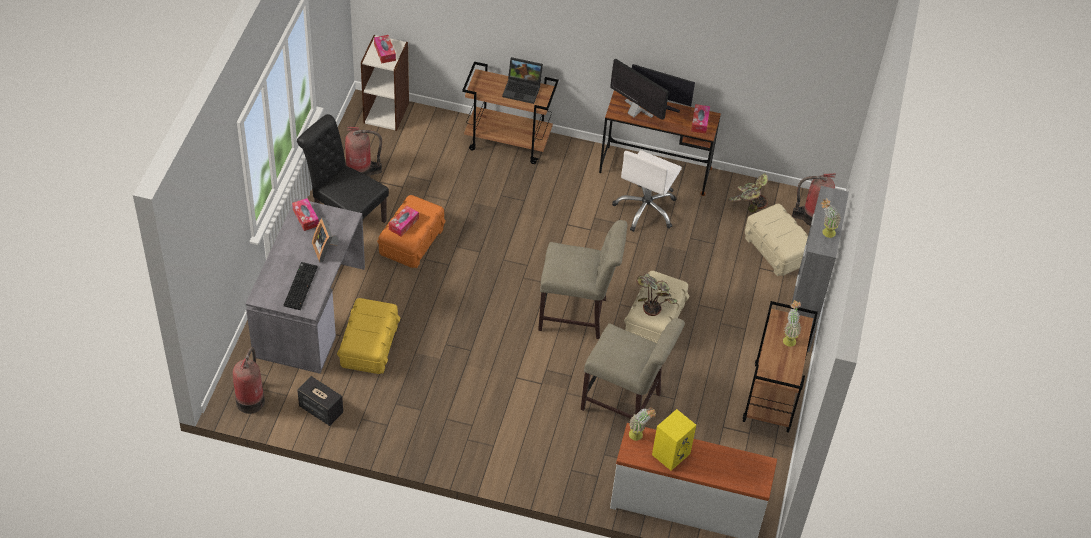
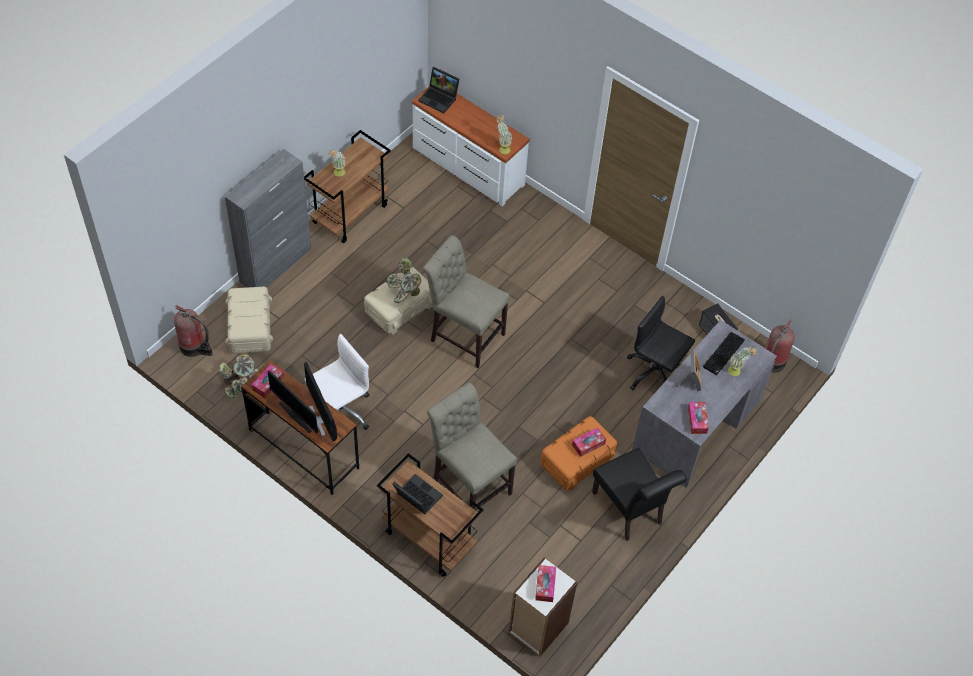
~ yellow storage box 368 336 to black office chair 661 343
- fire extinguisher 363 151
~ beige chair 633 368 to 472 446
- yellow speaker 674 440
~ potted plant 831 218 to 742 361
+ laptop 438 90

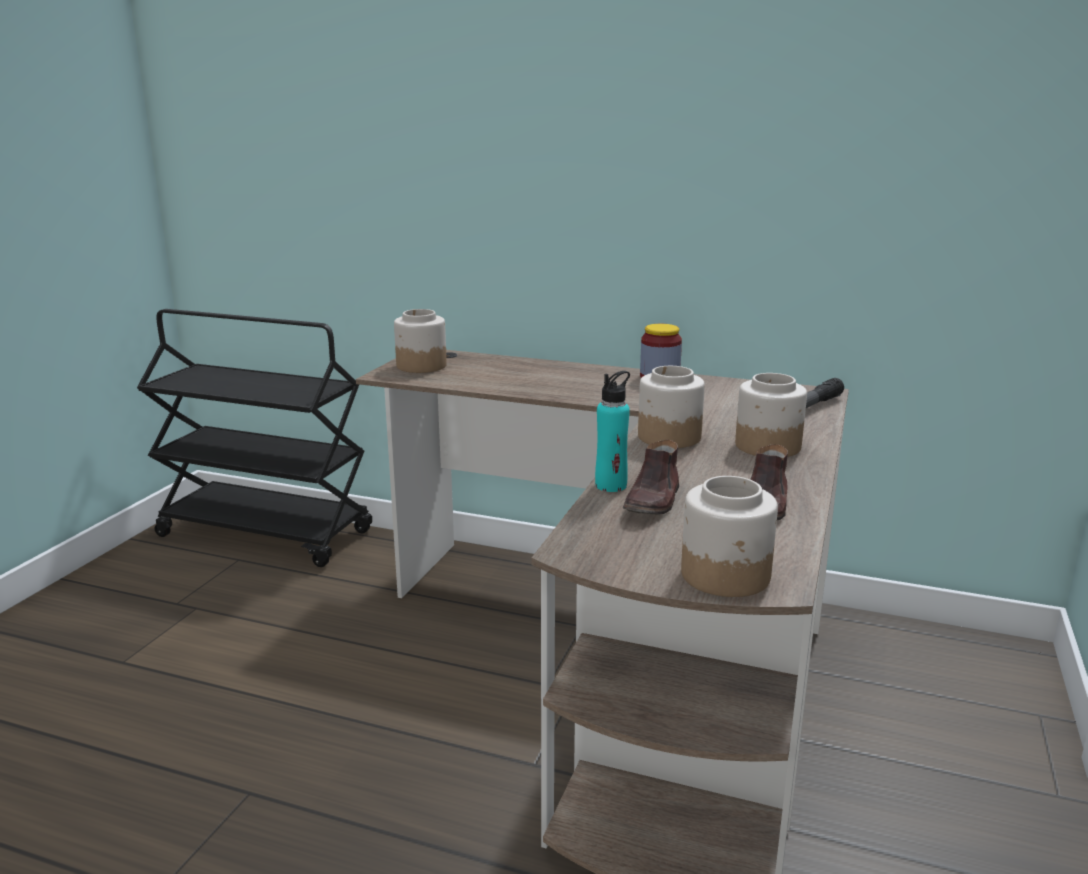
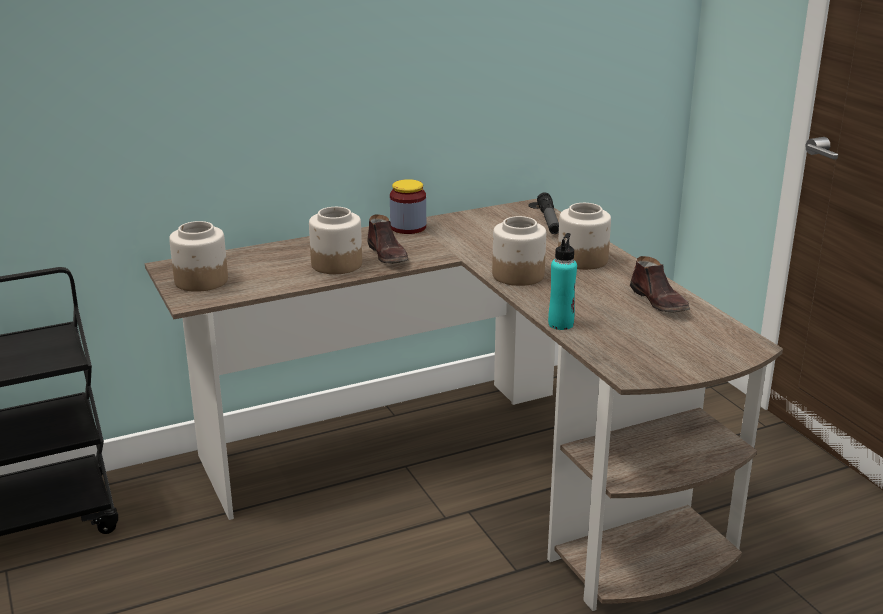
~ brown shoe 651 477 to 387 239
~ jar 729 536 to 335 240

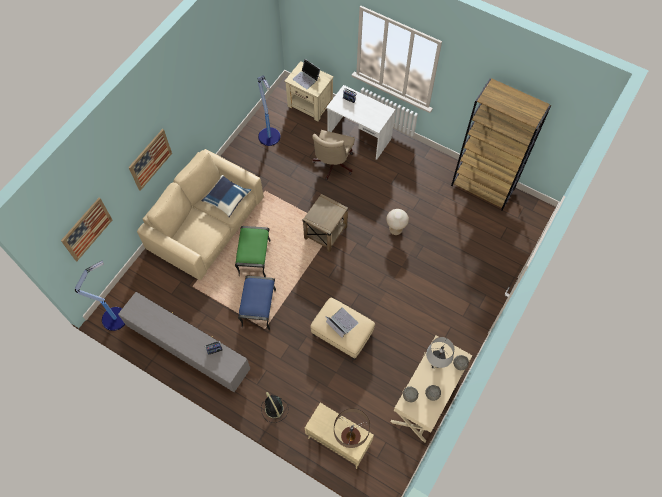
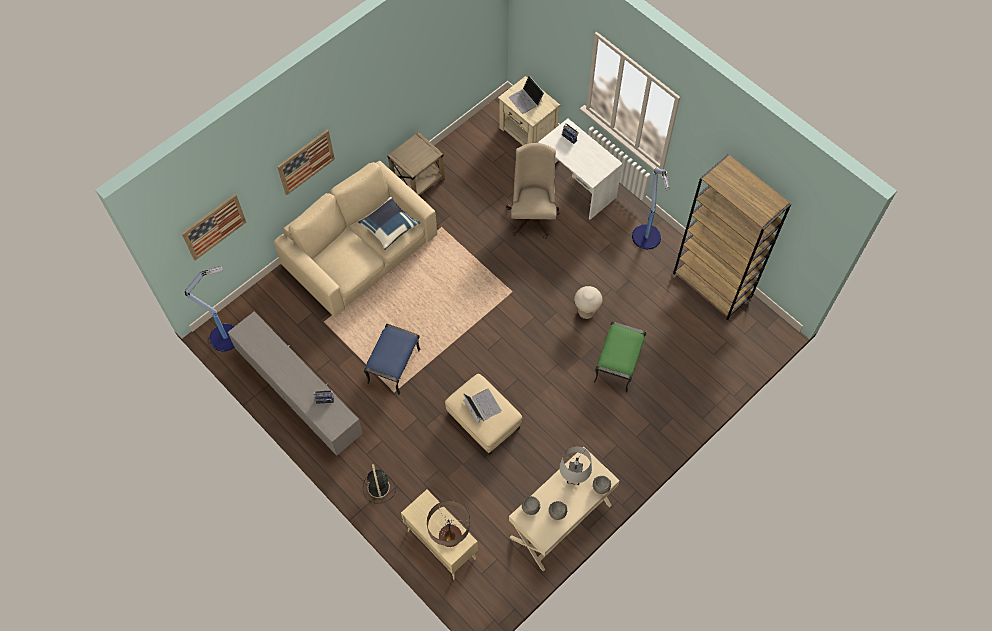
~ green ottoman 252 251 to 620 357
~ floor lamp 269 110 to 651 208
~ beige side table 325 223 to 416 164
~ beige office chair 333 155 = 532 191 150 degrees clockwise

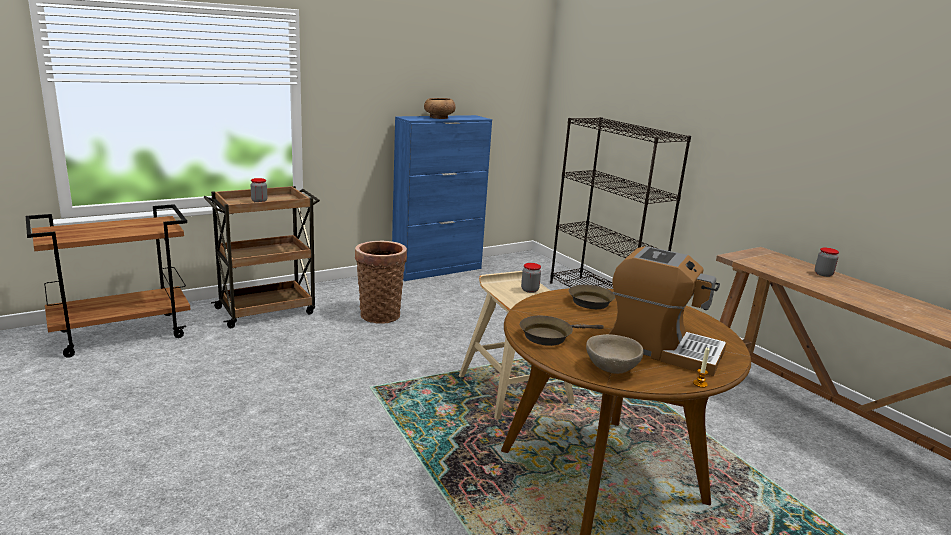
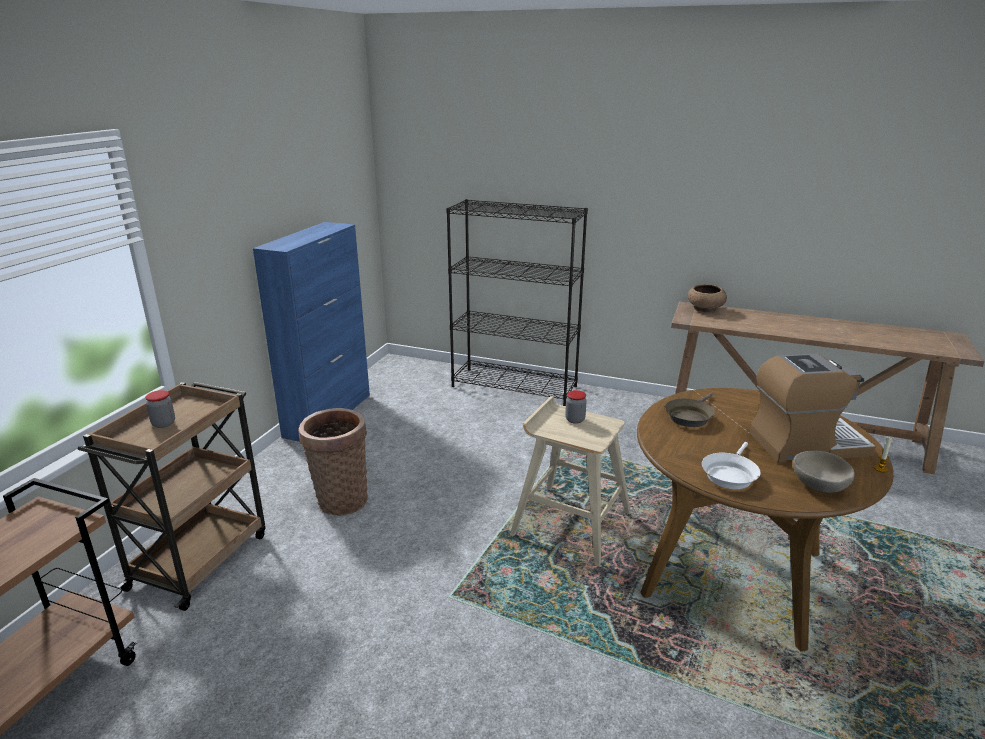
~ brown bowl 440 108 to 707 298
~ brown frying pan 562 331 to white frying pan 731 465
- jar 827 262

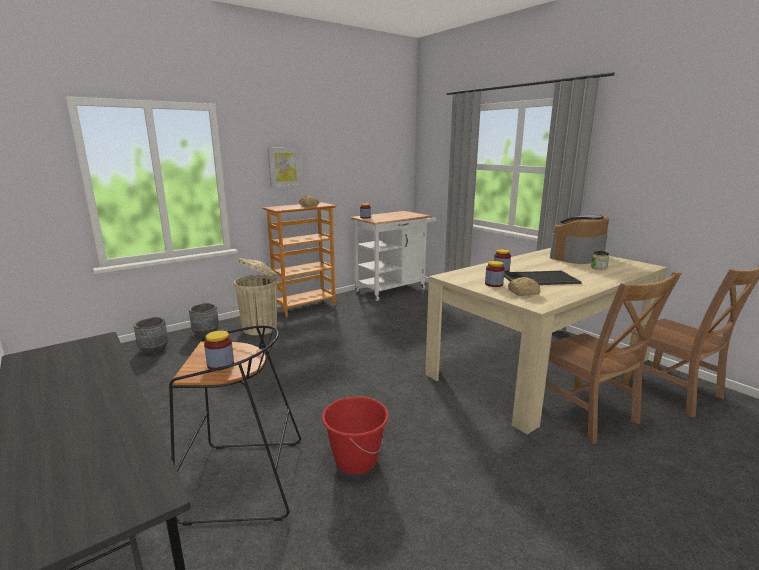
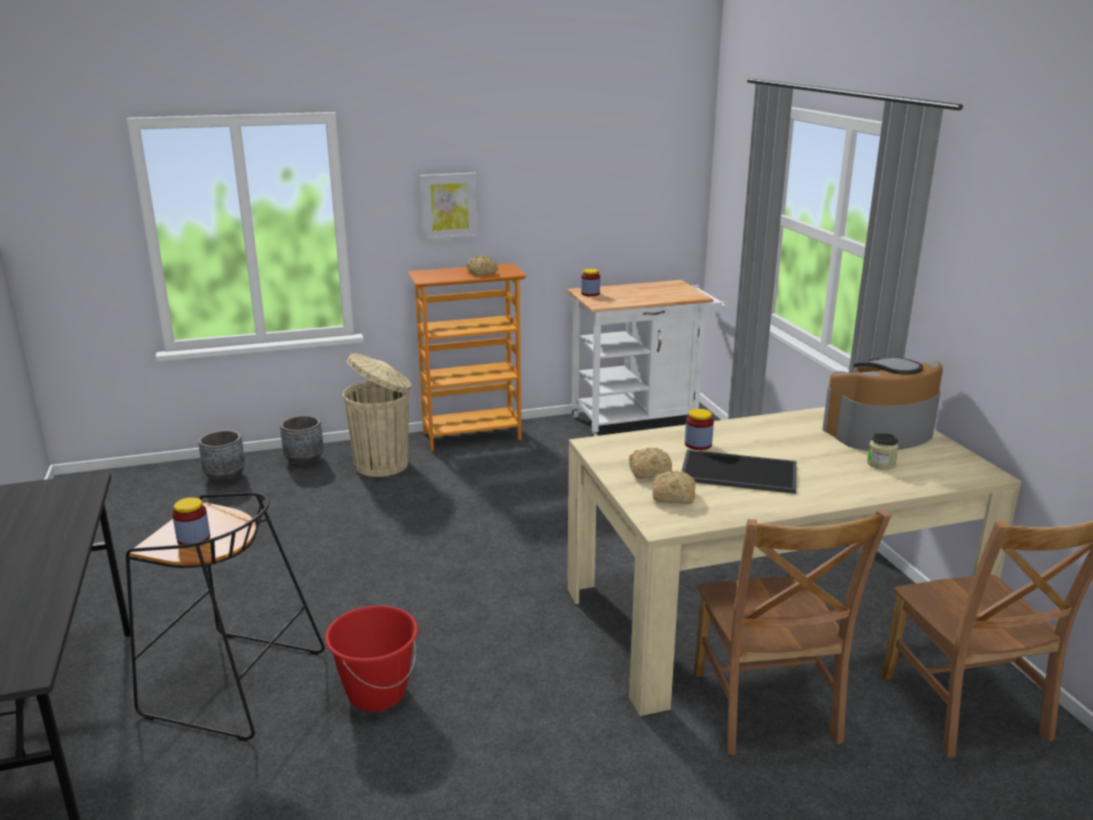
~ jar 495 274 to bread 650 463

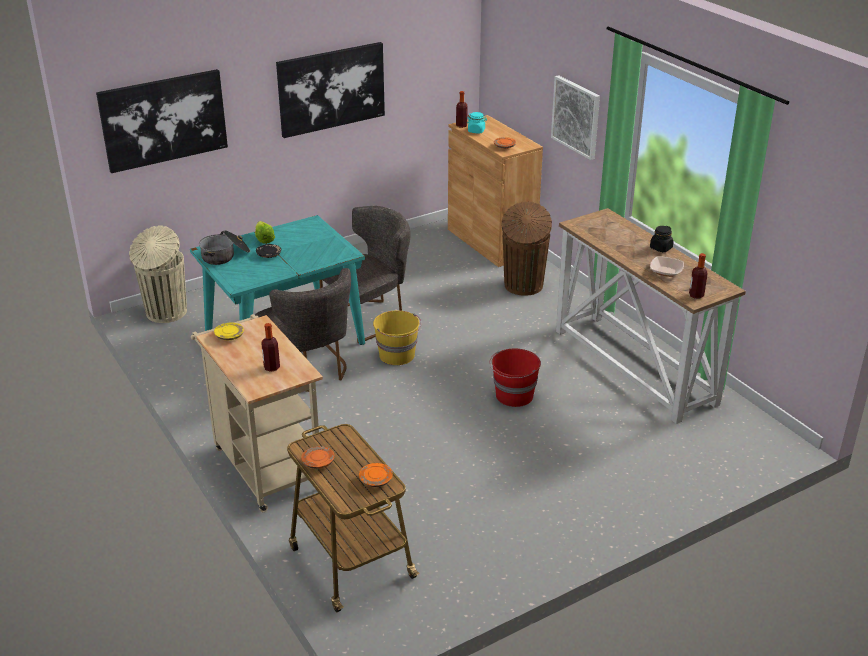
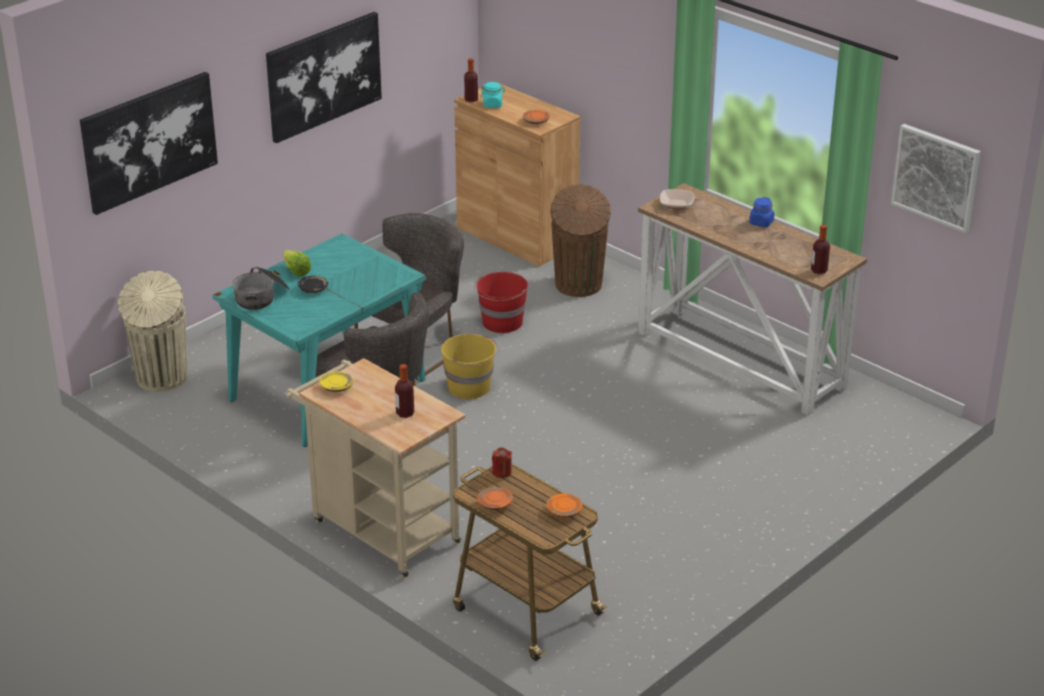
~ red bucket 515 378 to 501 302
~ picture 575 117 to 936 178
~ black jar 662 239 to blue jar 761 212
~ bowl 667 267 to 677 199
+ red candle 502 462

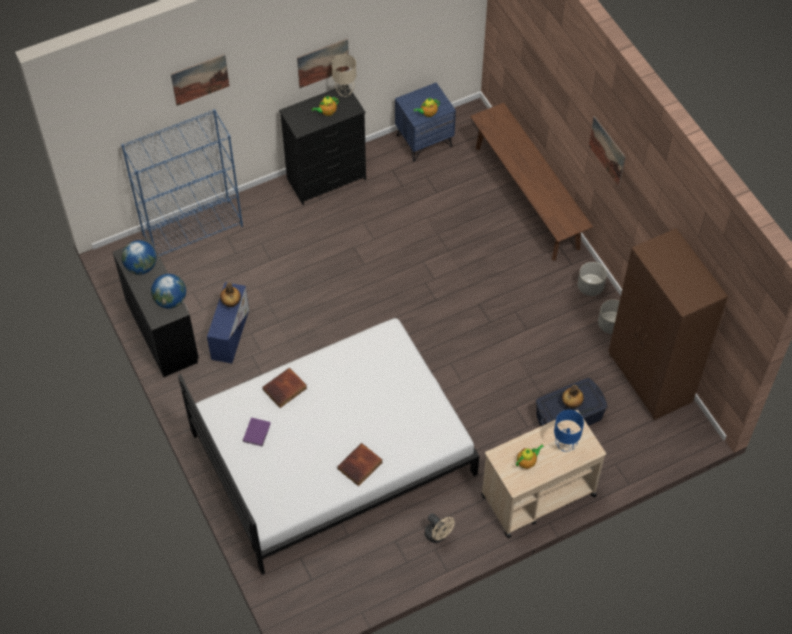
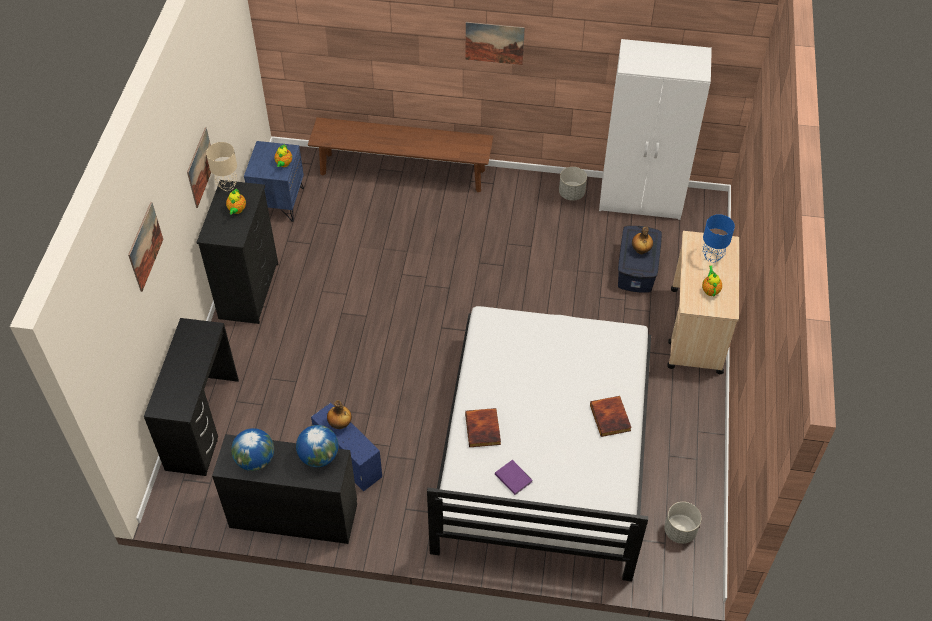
~ blue bookcase 182 182 to black desk 191 397
- beige fan 440 528
~ grey planter 592 279 to 682 523
~ brown wardrobe 668 324 to white wardrobe 655 129

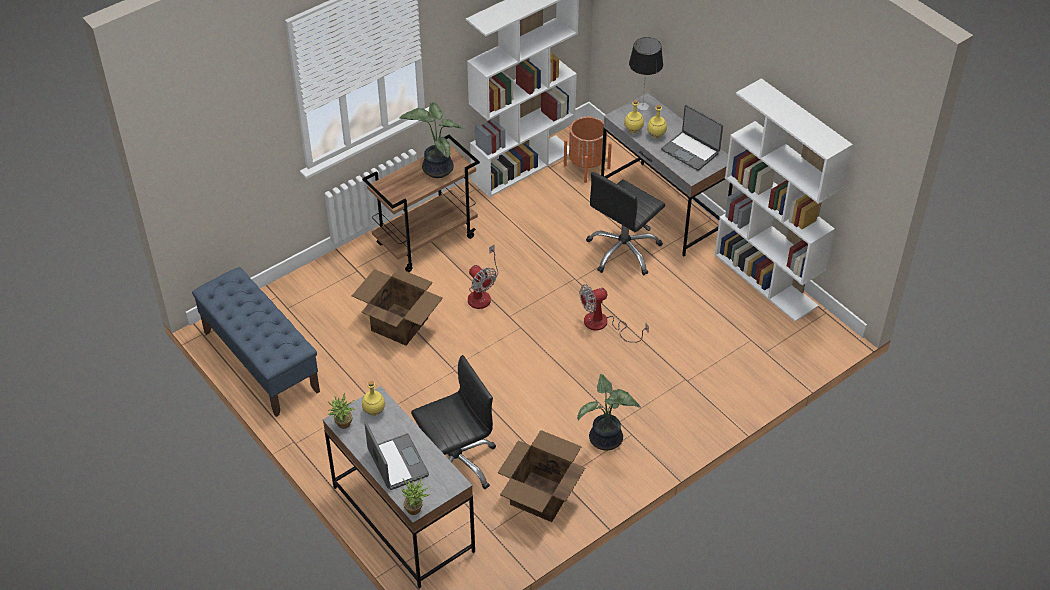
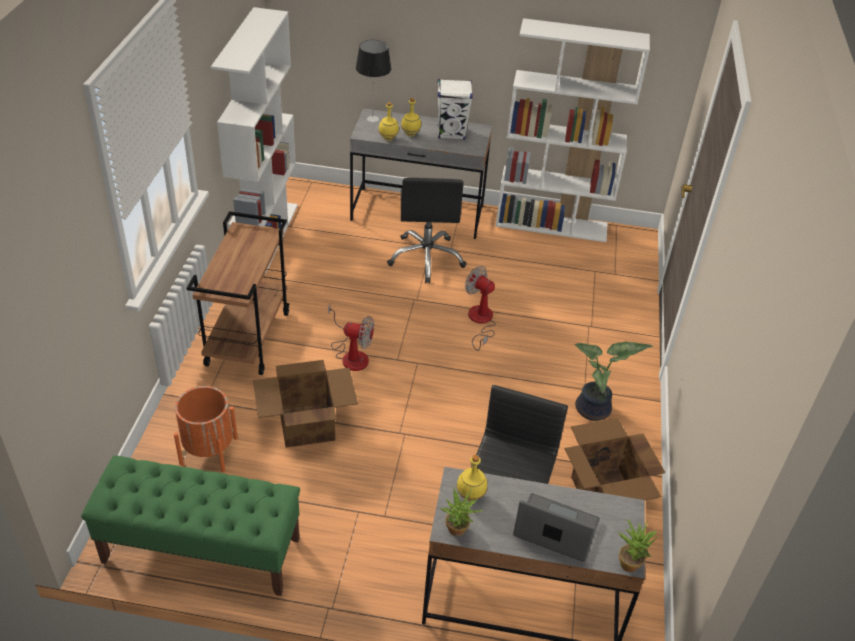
~ blue bench 256 342 to green bench 190 525
- potted plant 431 140
~ orange planter 588 150 to 206 429
~ fan 614 313 = 480 308 105 degrees clockwise
~ laptop 692 137 to white speaker 455 109

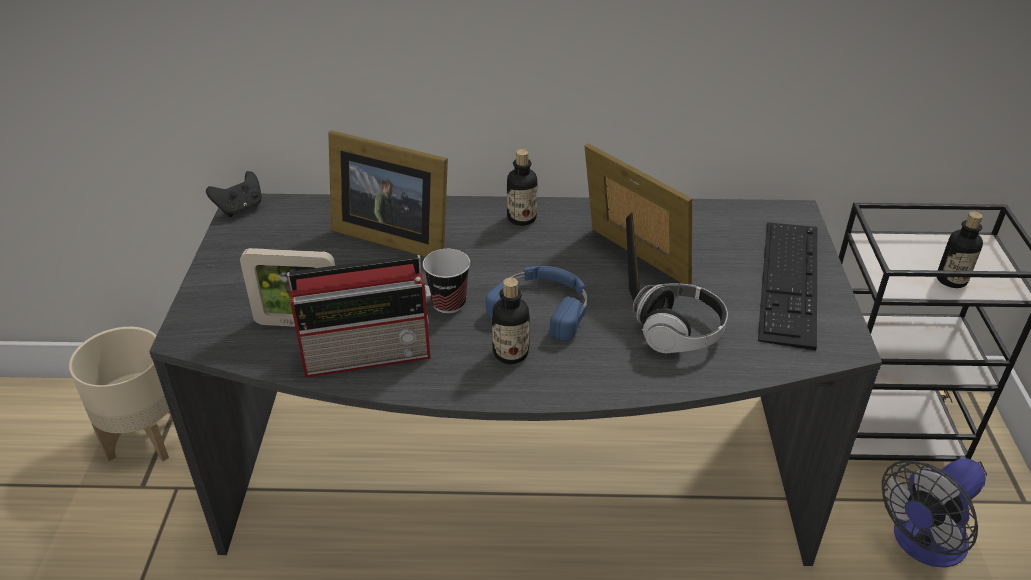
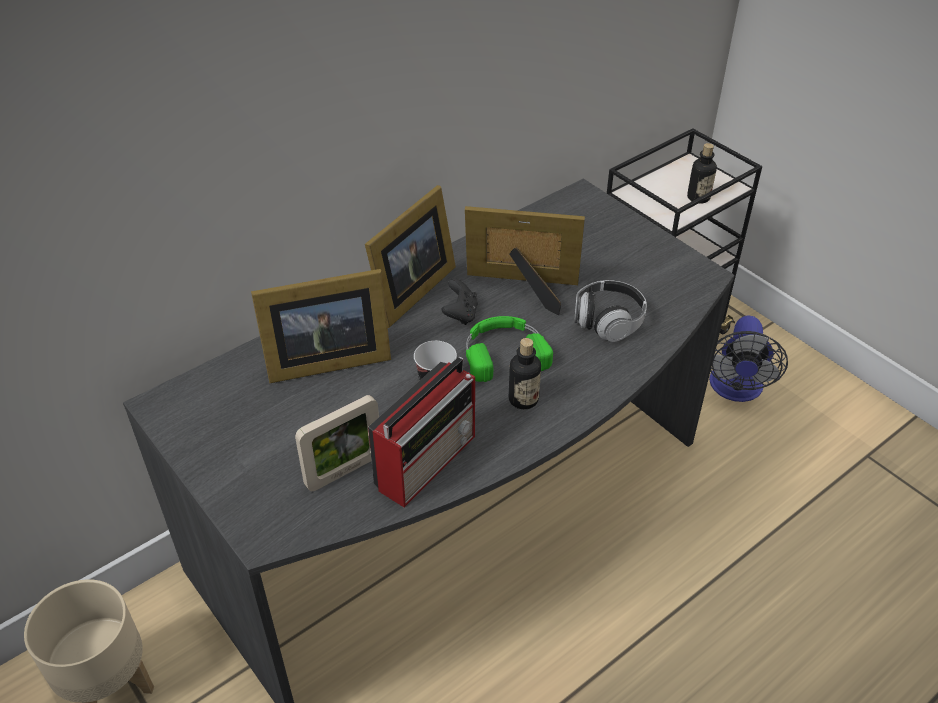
~ black game controller 234 194 to 460 301
~ blue headphones 536 303 to green headphones 509 349
~ bottle 522 187 to picture frame 410 256
- keyboard 787 286

